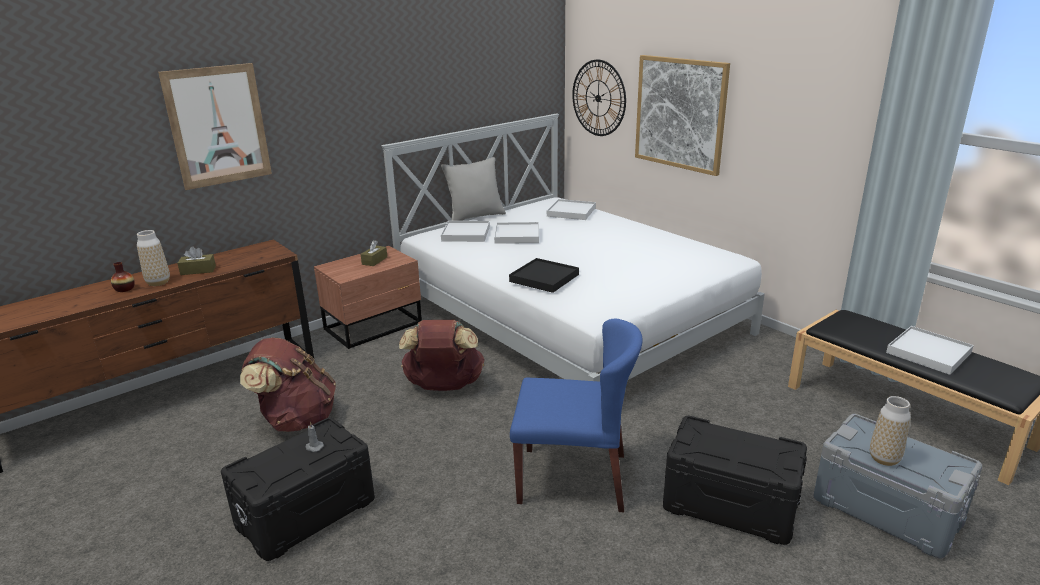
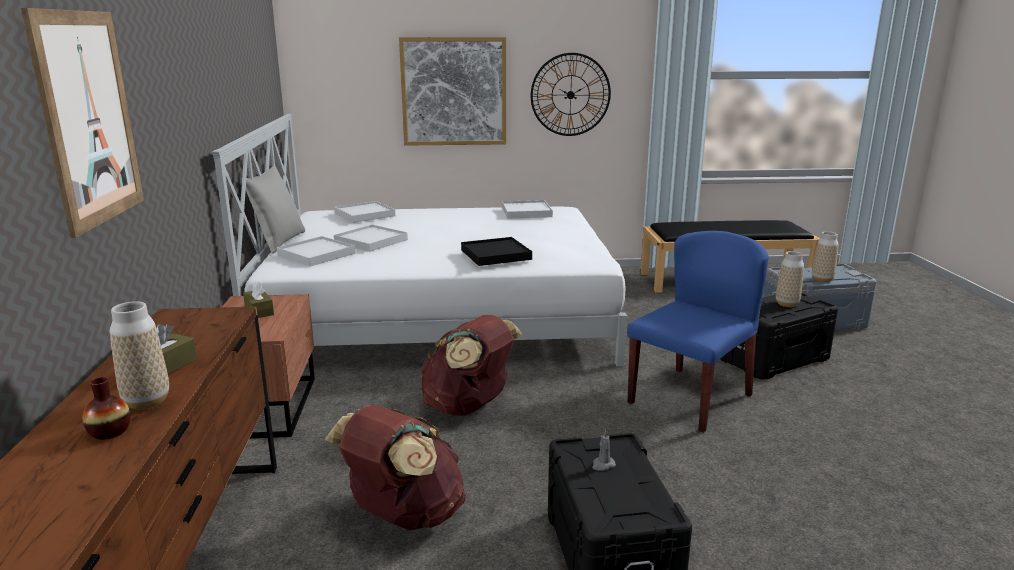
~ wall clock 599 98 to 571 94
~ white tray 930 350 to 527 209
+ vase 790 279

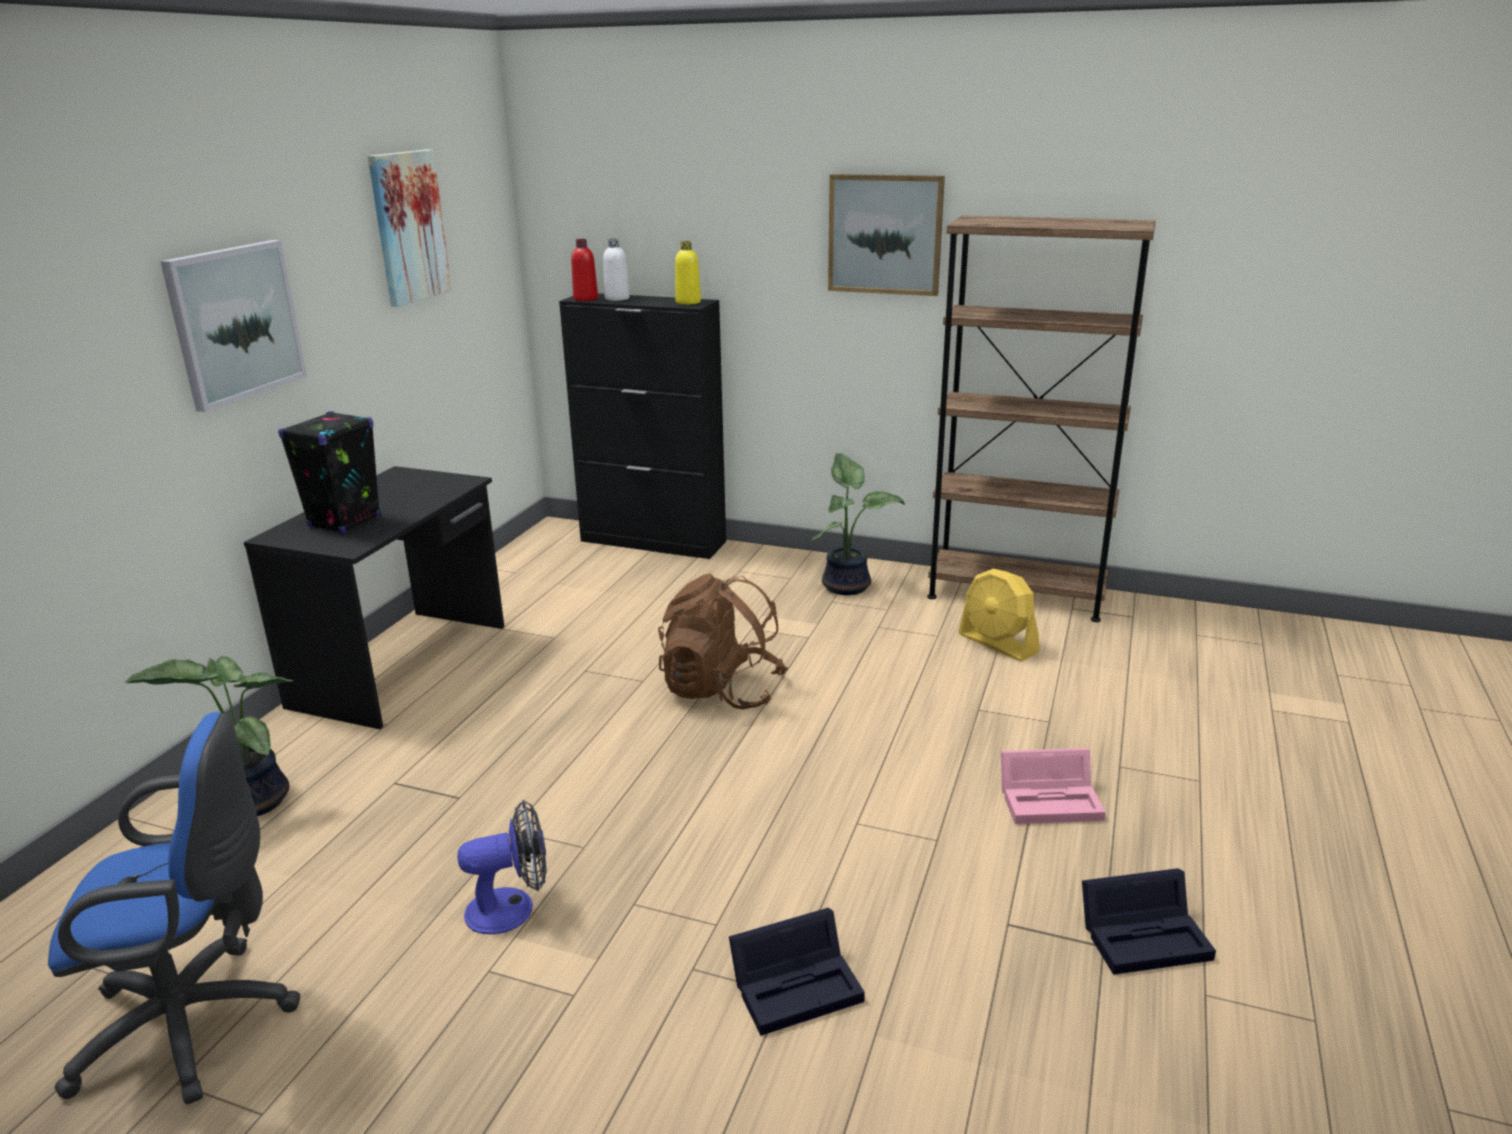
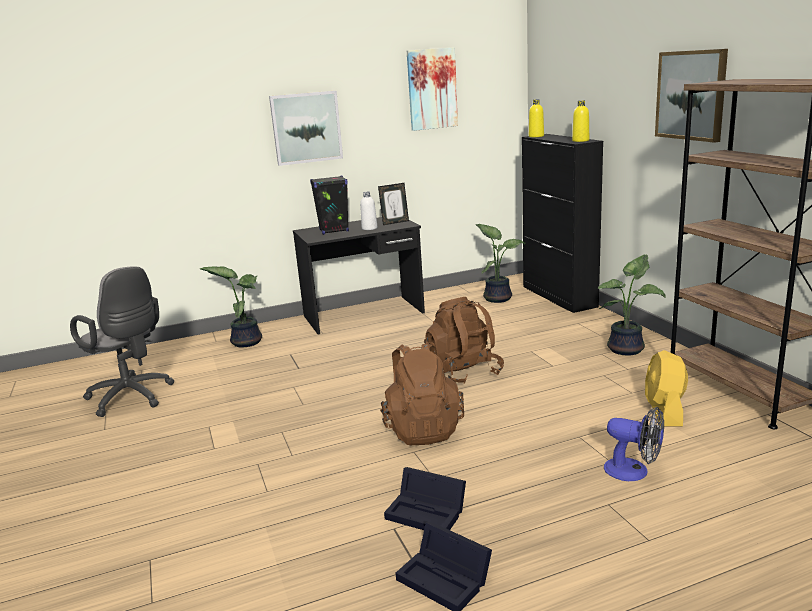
~ blue office chair 174 908 to grey office chair 122 341
~ fan 501 867 to 634 444
~ red bottle 584 270 to yellow bottle 536 118
~ white bottle 616 270 to 368 210
~ black storage box 797 972 to 425 498
- pink storage box 1053 786
+ picture frame 393 204
+ brown backpack 422 393
+ potted plant 500 263

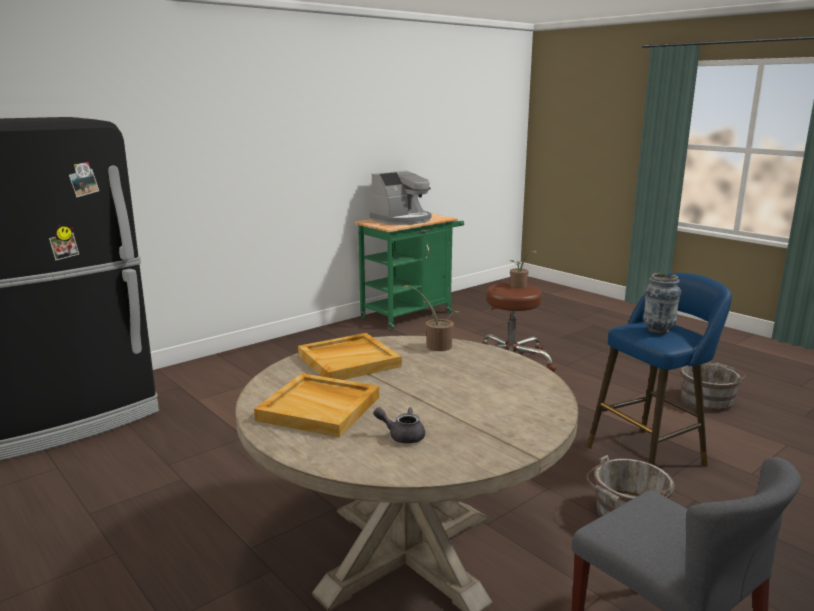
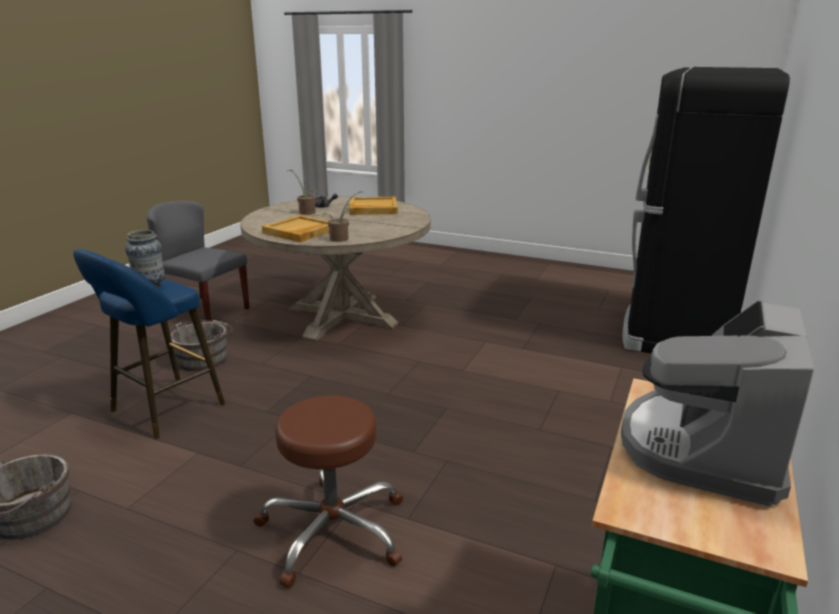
~ beige tray 350 356 to 295 228
~ potted plant 523 269 to 303 192

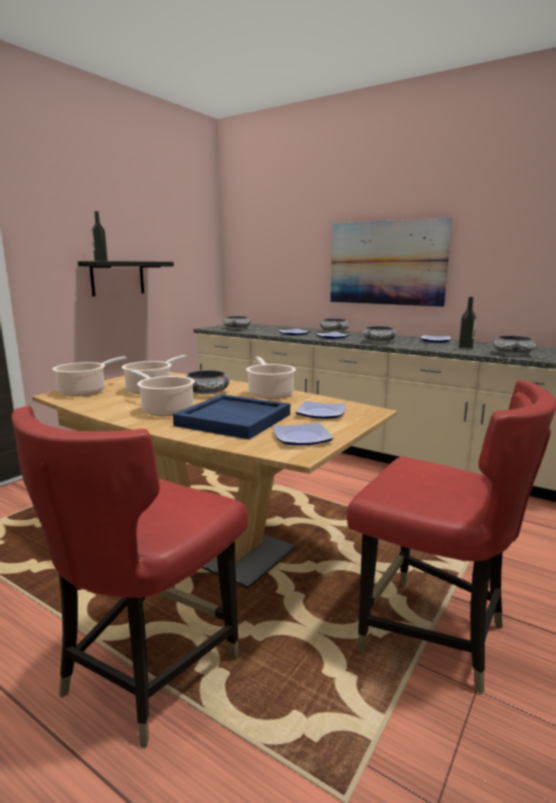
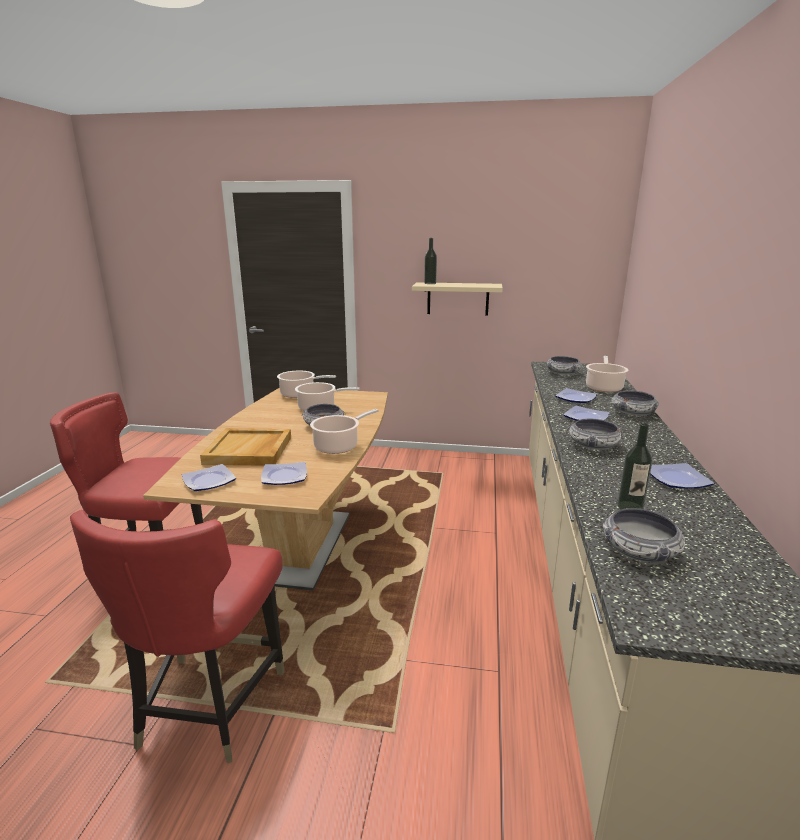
~ black shelf 126 278 to beige shelf 457 299
~ cooking pot 162 393 to 607 374
~ blue tray 231 416 to beige tray 245 447
- picture 391 262

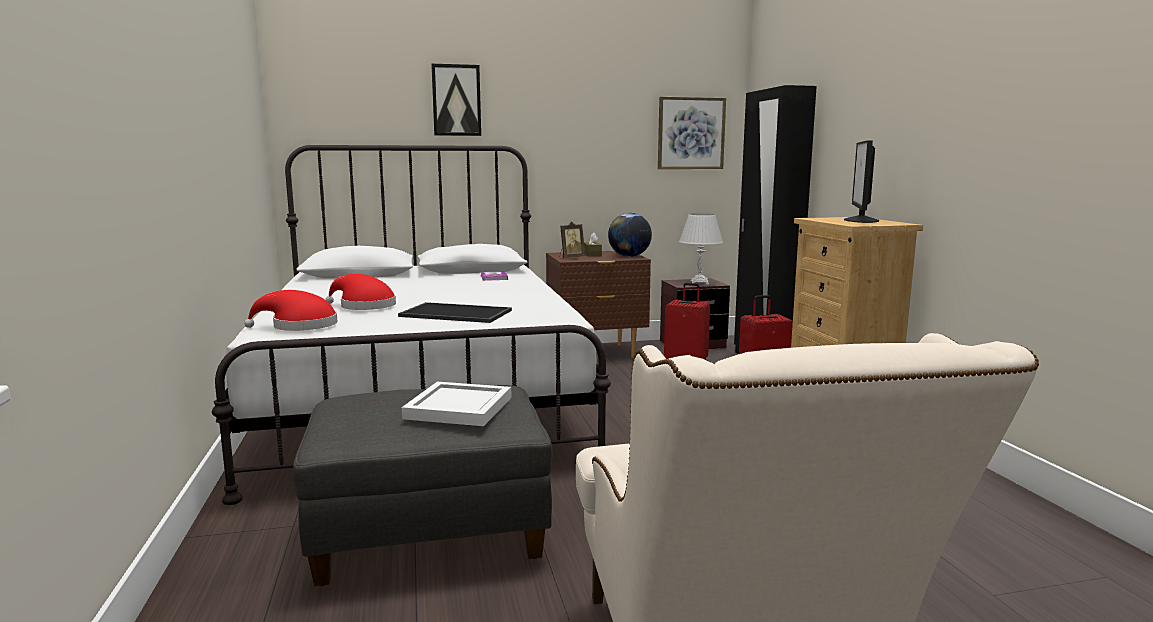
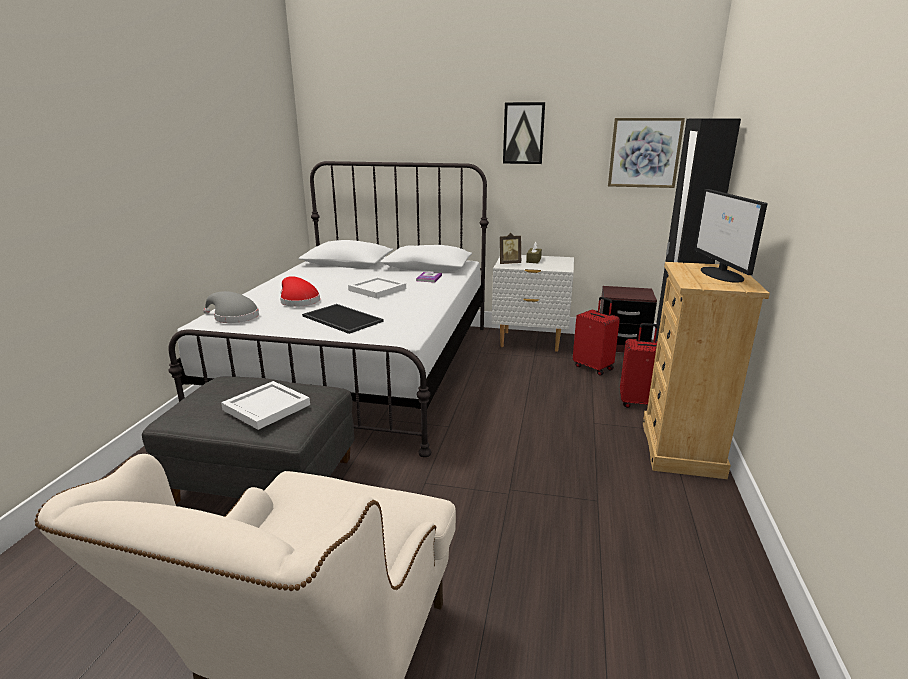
~ red hat 290 310 to grey hat 231 307
~ picture 456 100 to 524 133
~ brown nightstand 598 304 to white nightstand 533 303
- globe 630 235
- white table lamp 701 249
~ monitor 861 181 = 731 236 45 degrees counterclockwise
+ white tray 377 287

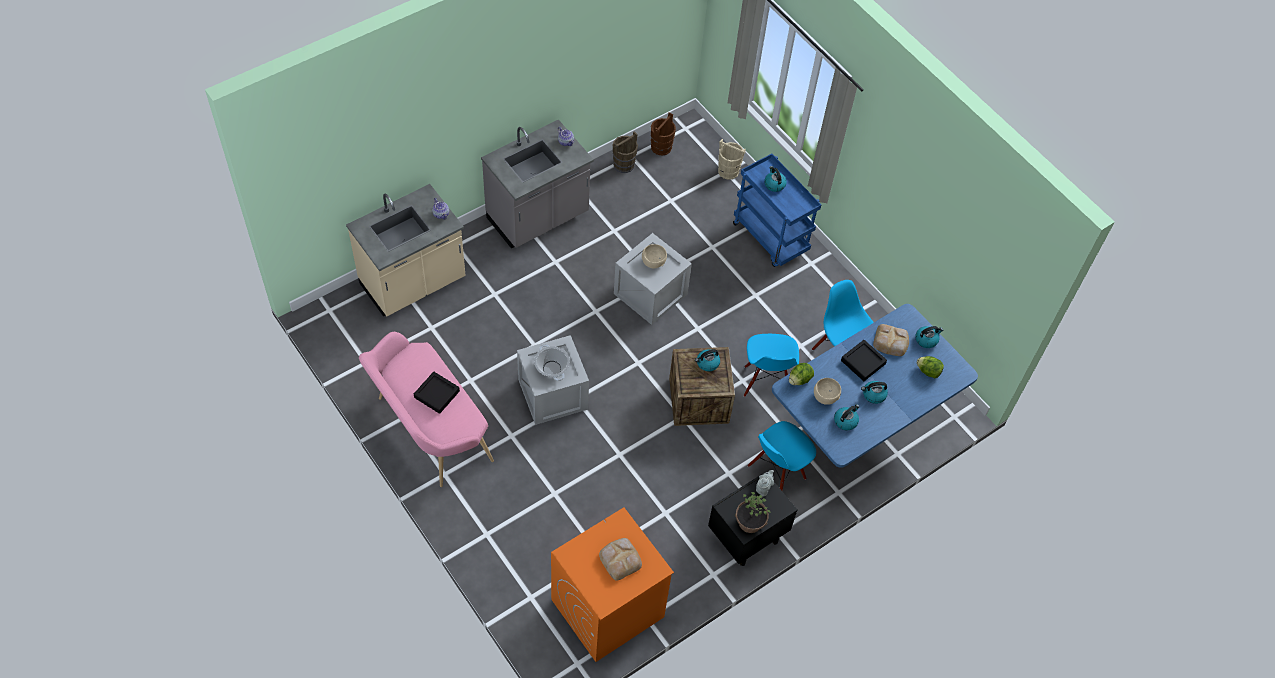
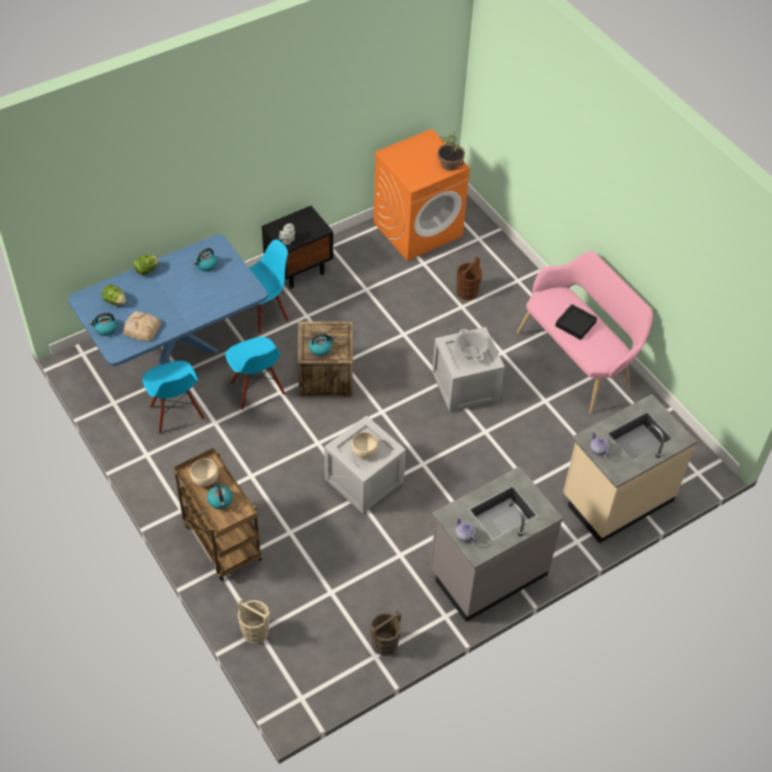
- bread 620 559
~ brown bucket 663 134 to 469 278
~ blue cart 777 210 to brown cart 218 514
~ potted plant 753 512 to 451 152
~ blue chair 771 365 = 255 373 150 degrees clockwise
~ lettuce 801 374 to 146 265
~ beige bowl 827 391 to 204 472
- black tray 864 360
- kettle 874 392

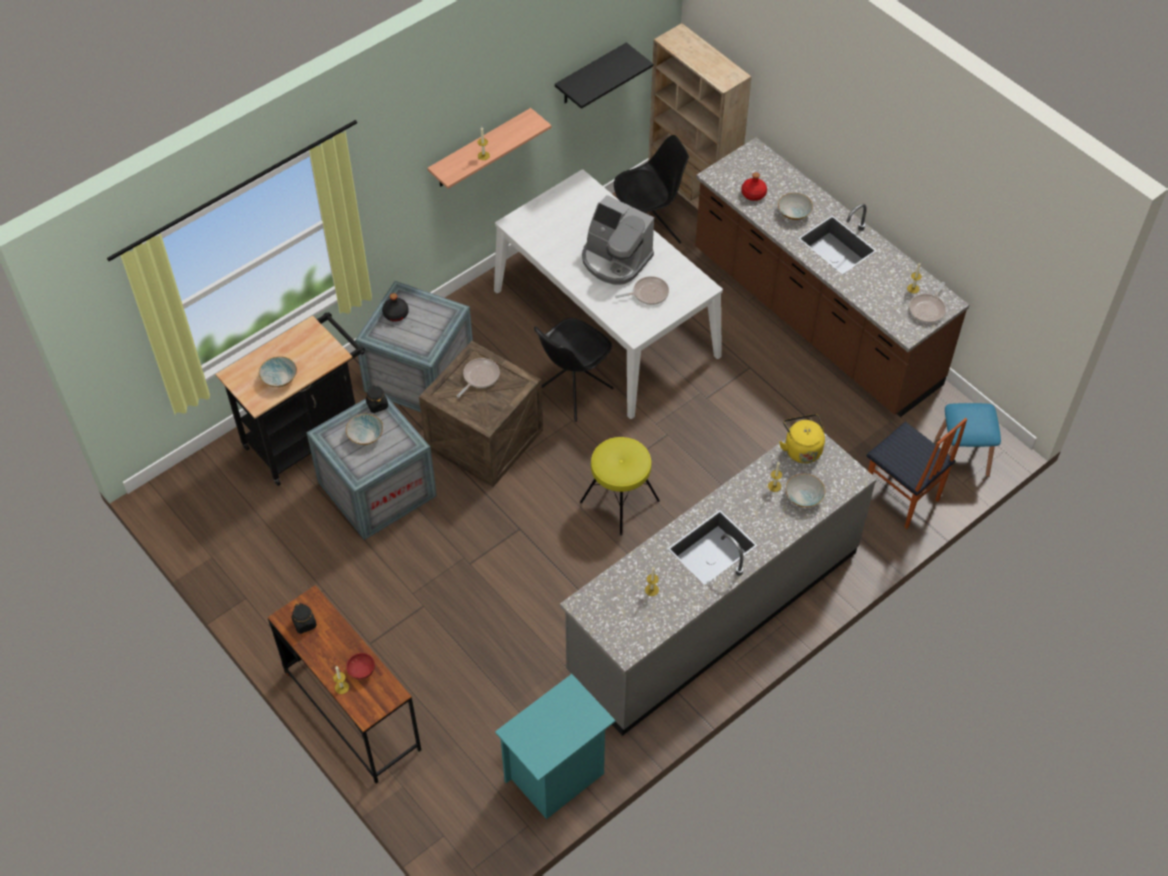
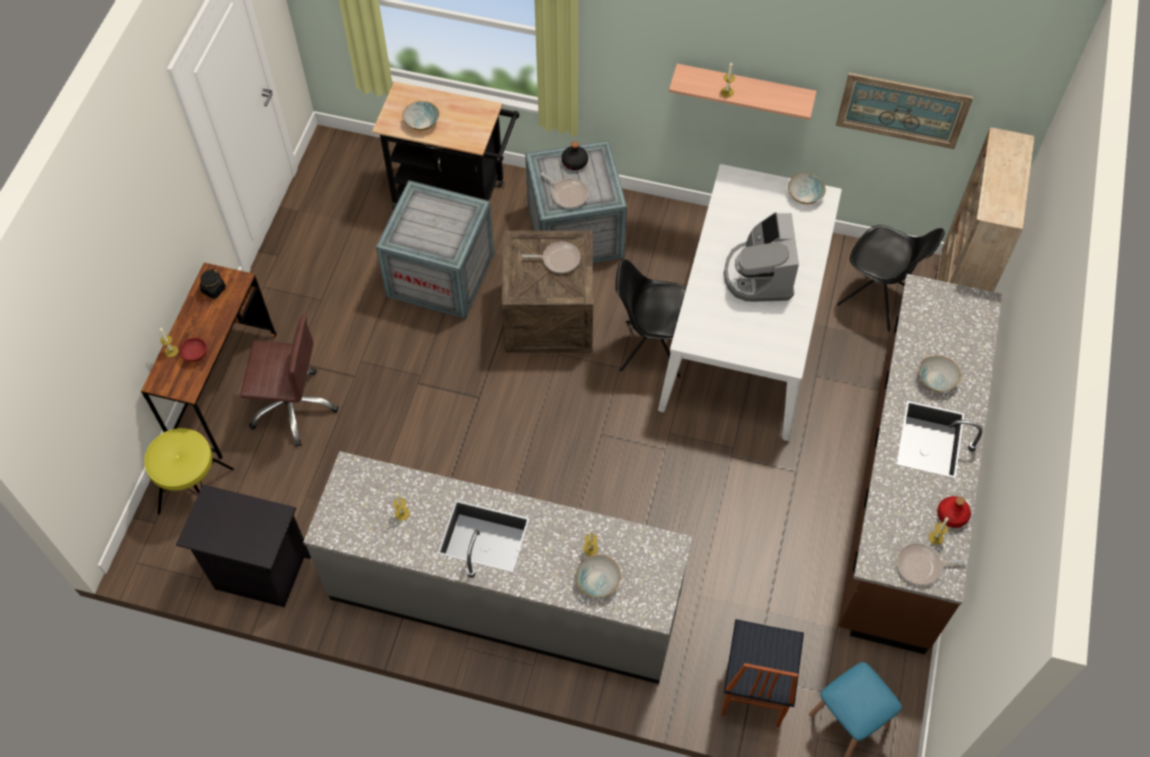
~ bowl 364 429 to 807 188
- black jar 377 399
~ turquoise nightstand 555 746 to black nightstand 243 545
~ black shelf 604 75 to picture 904 111
~ yellow stool 620 486 to 189 471
~ frying pan 642 290 to 564 190
~ red bottle 754 186 to 954 512
- yellow kettle 802 438
+ brown office chair 289 380

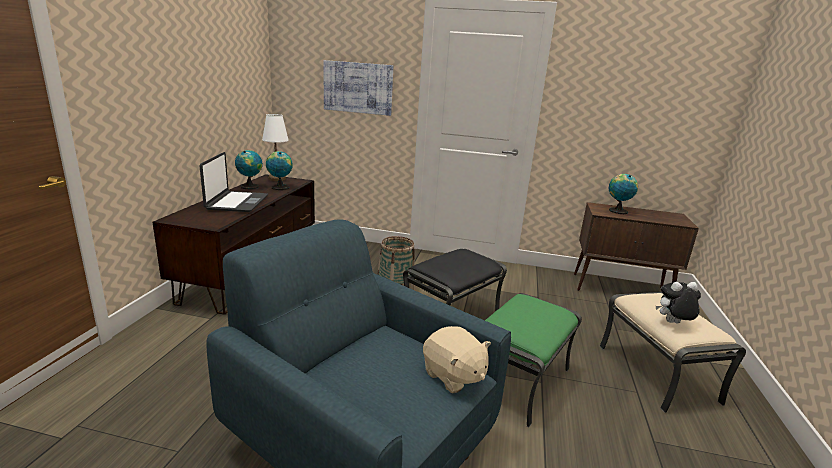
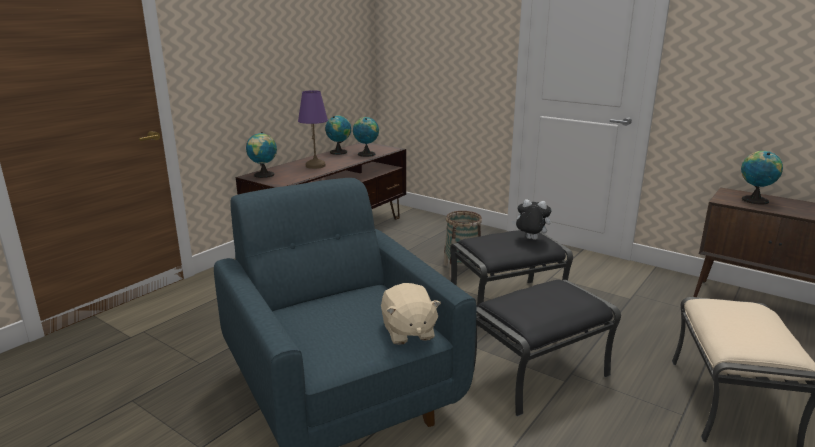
~ laptop 234 182 to purple table lamp 313 129
- white table lamp 275 147
- picture 358 88
~ green ottoman 533 360 to black ottoman 547 348
~ plush toy 678 302 to 531 219
+ globe 261 155

